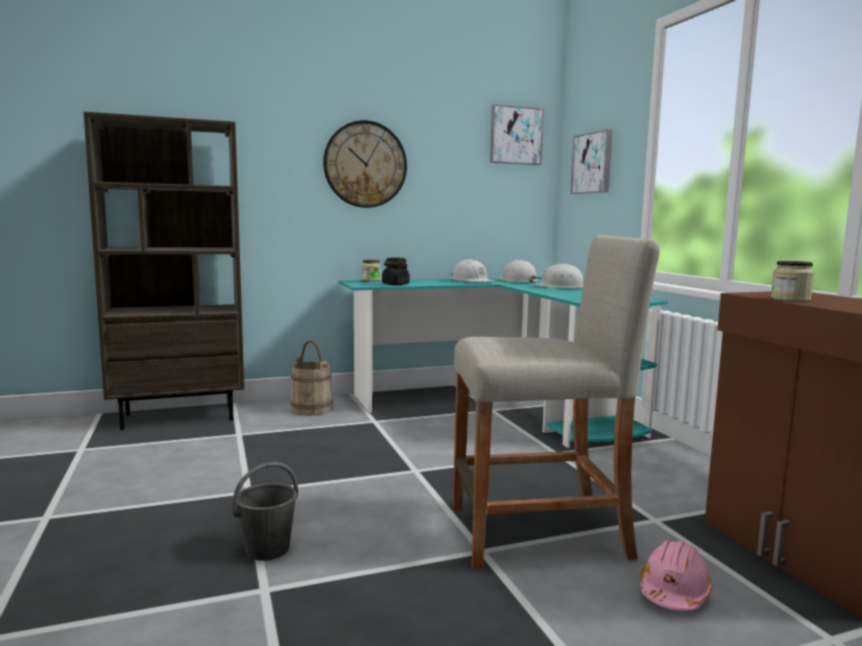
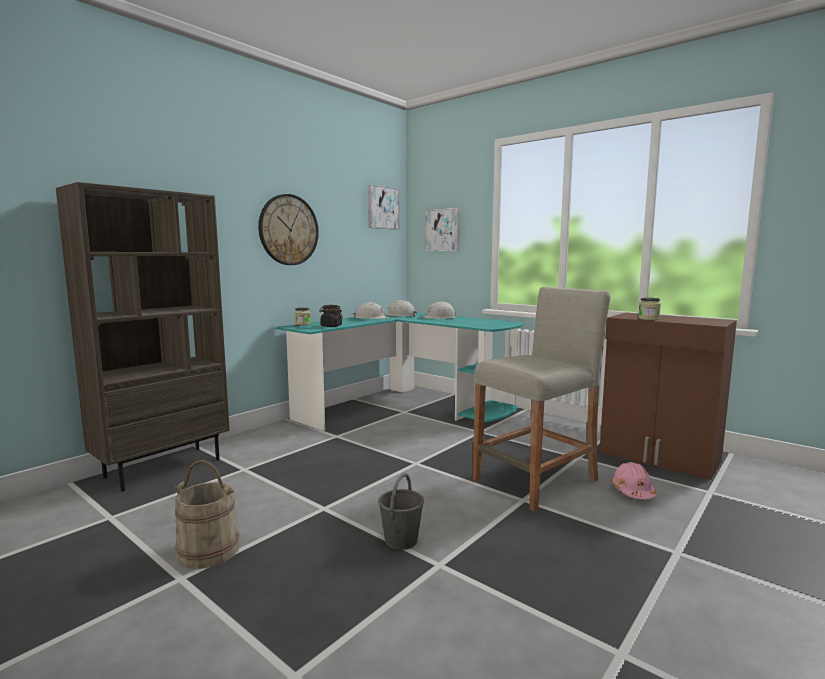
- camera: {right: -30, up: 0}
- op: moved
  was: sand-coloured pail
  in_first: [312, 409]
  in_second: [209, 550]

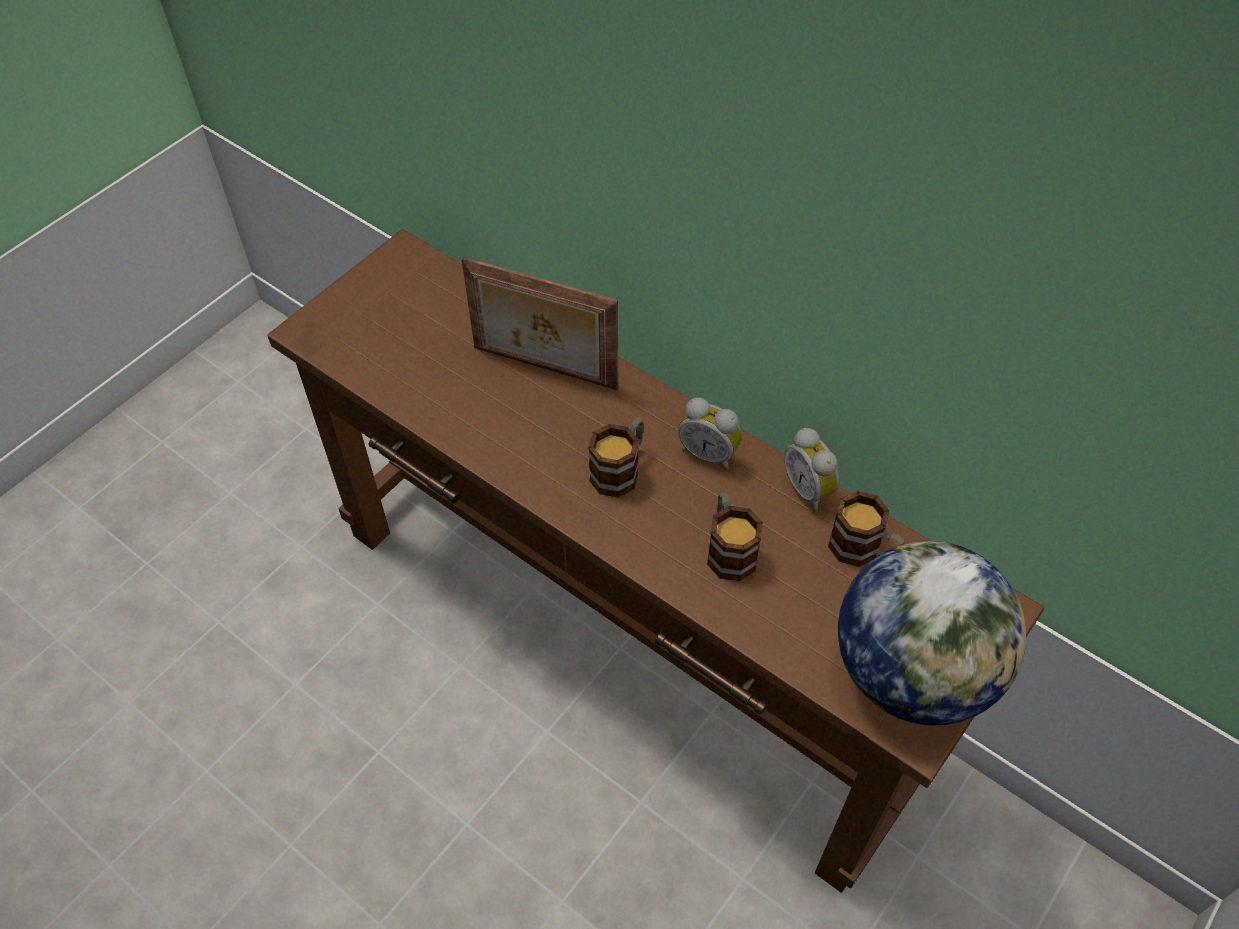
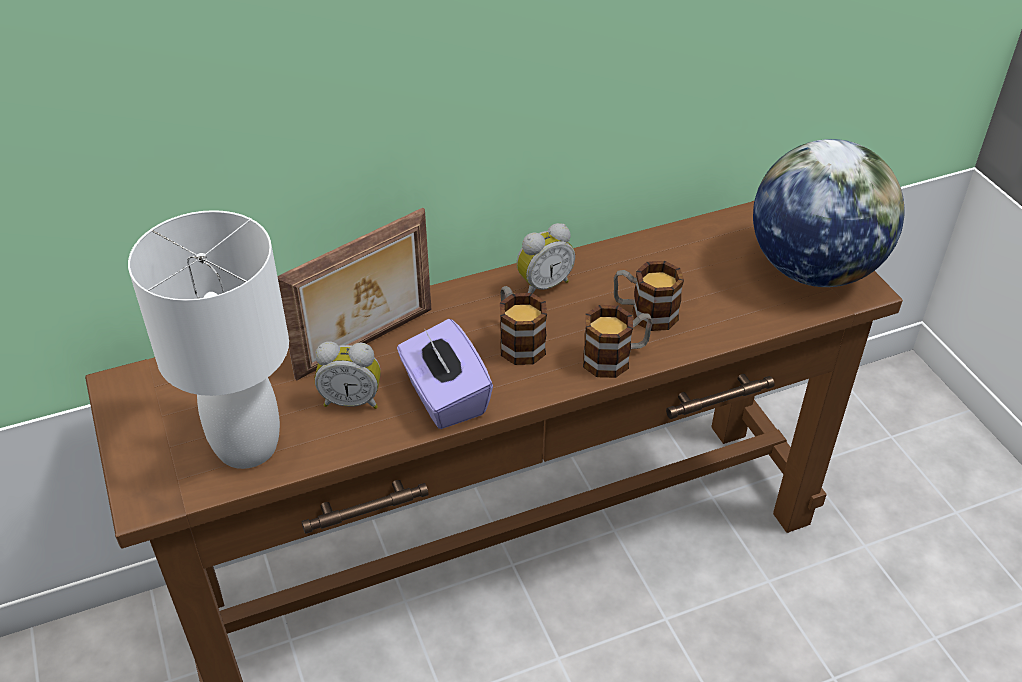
- camera: {right: -60, up: -10}
- op: added
  now: white-coloured lamp for a table
  in_second: [246, 446]
- op: moved
  was: table clock
  in_first: [810, 489]
  in_second: [352, 400]
- op: added
  now: purple-coloured tissue box
  in_second: [444, 397]
- op: moved
  was: coffee mug
  in_first: [863, 551]
  in_second: [616, 358]

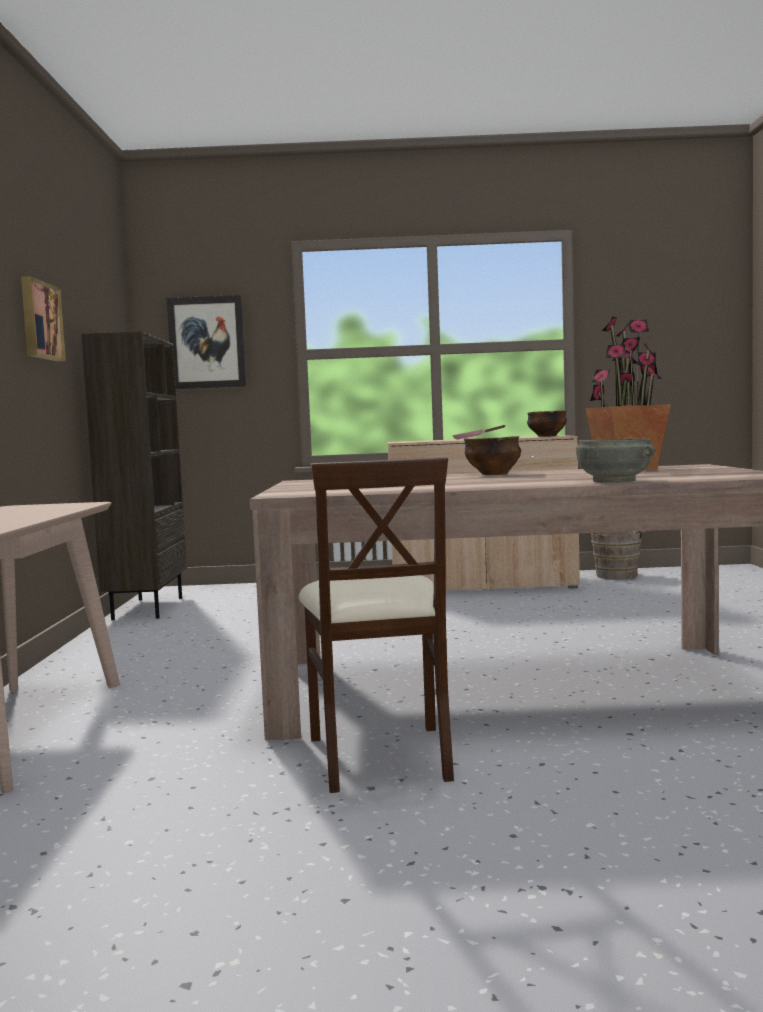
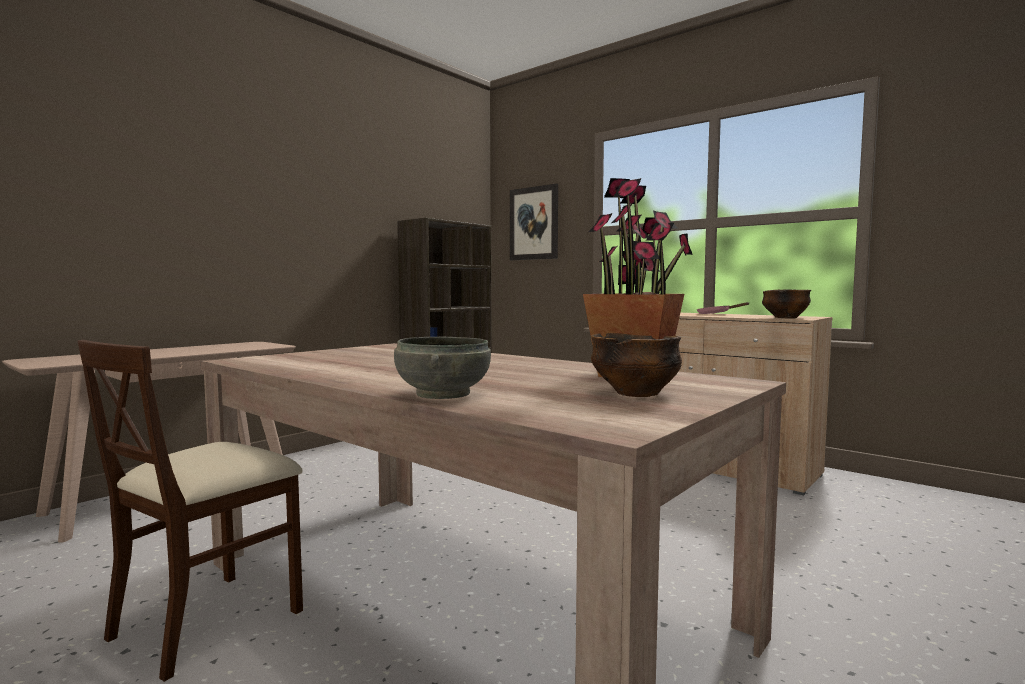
- camera: {right: 40, up: 0}
- op: moved
  was: serving bowl
  in_first: [493, 474]
  in_second: [636, 393]
- op: removed
  was: wall art
  in_first: [39, 321]
- op: removed
  was: brownish pail
  in_first: [617, 575]

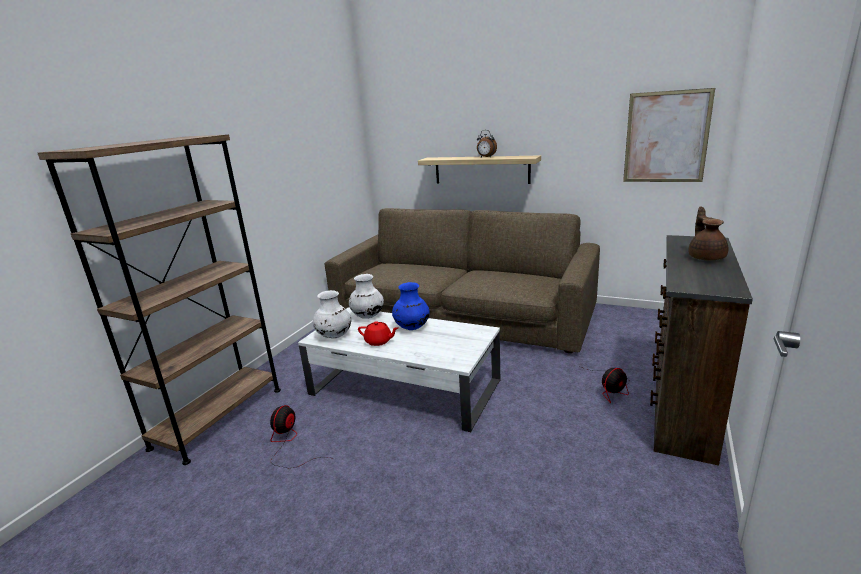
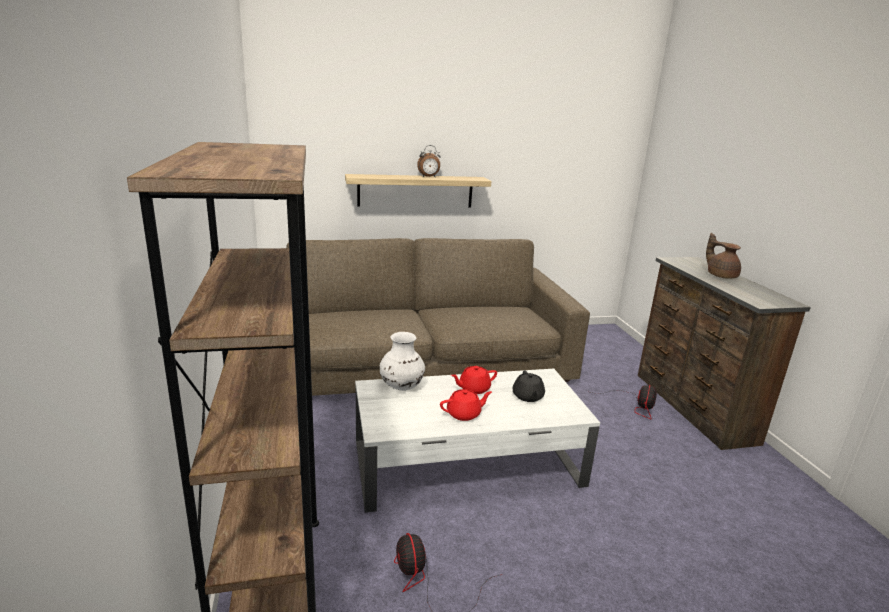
- camera: {right: -40, up: 0}
- op: replaced
  was: bluish vase
  now: red-coloured teapot
  in_first: [412, 327]
  in_second: [473, 388]
- op: added
  now: black-coloured teapot
  in_second: [527, 397]
- op: removed
  was: white-coloured vase
  in_first: [334, 336]
- op: removed
  was: wall art
  in_first: [666, 137]

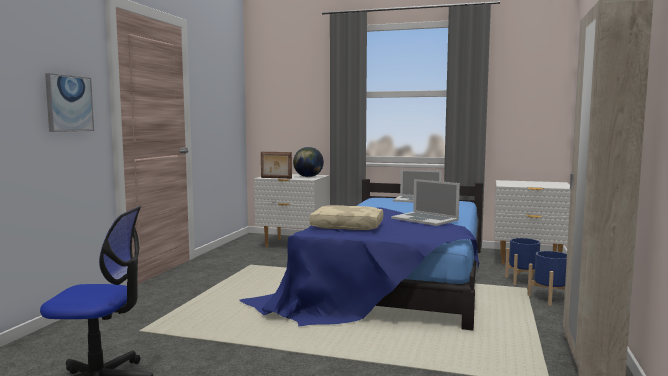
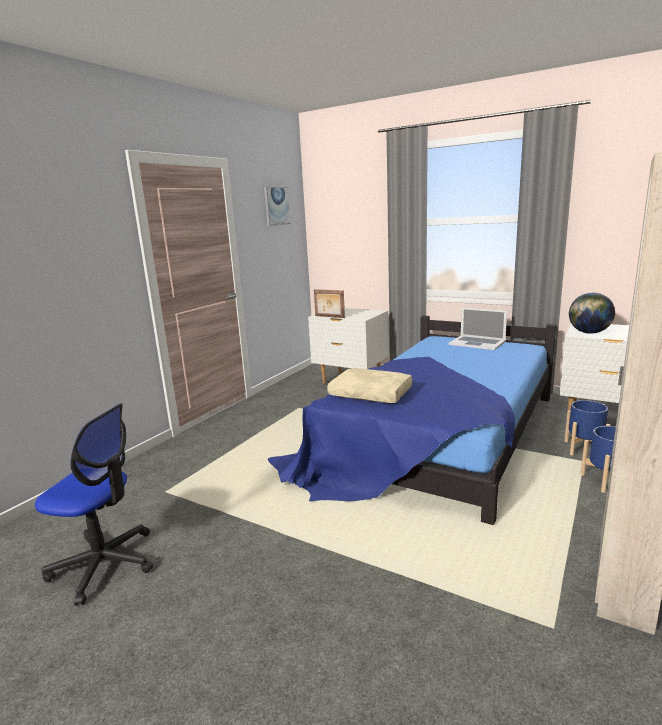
- camera: {right: 15, up: 10}
- op: moved
  was: wall art
  in_first: [69, 103]
  in_second: [276, 206]
- op: moved
  was: globe
  in_first: [308, 177]
  in_second: [589, 333]
- op: removed
  was: laptop
  in_first: [425, 219]

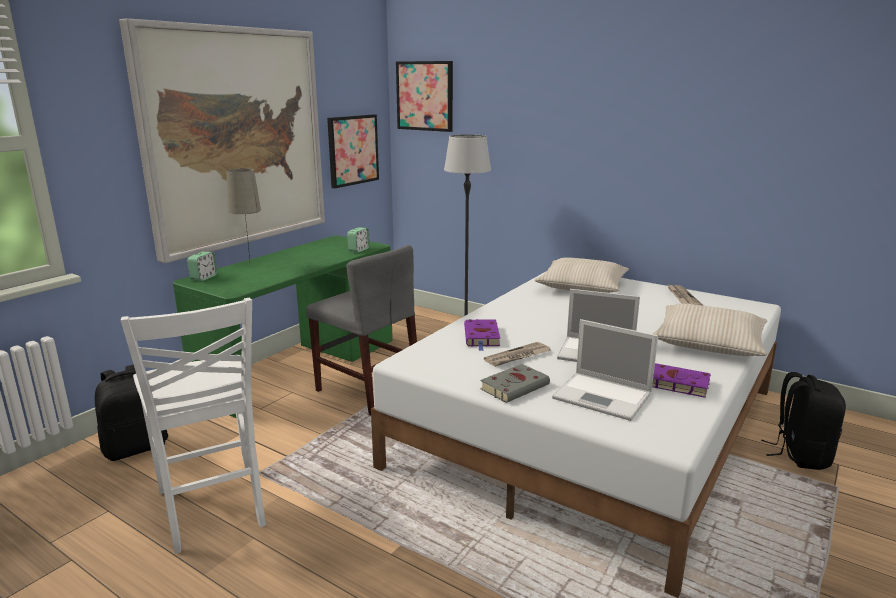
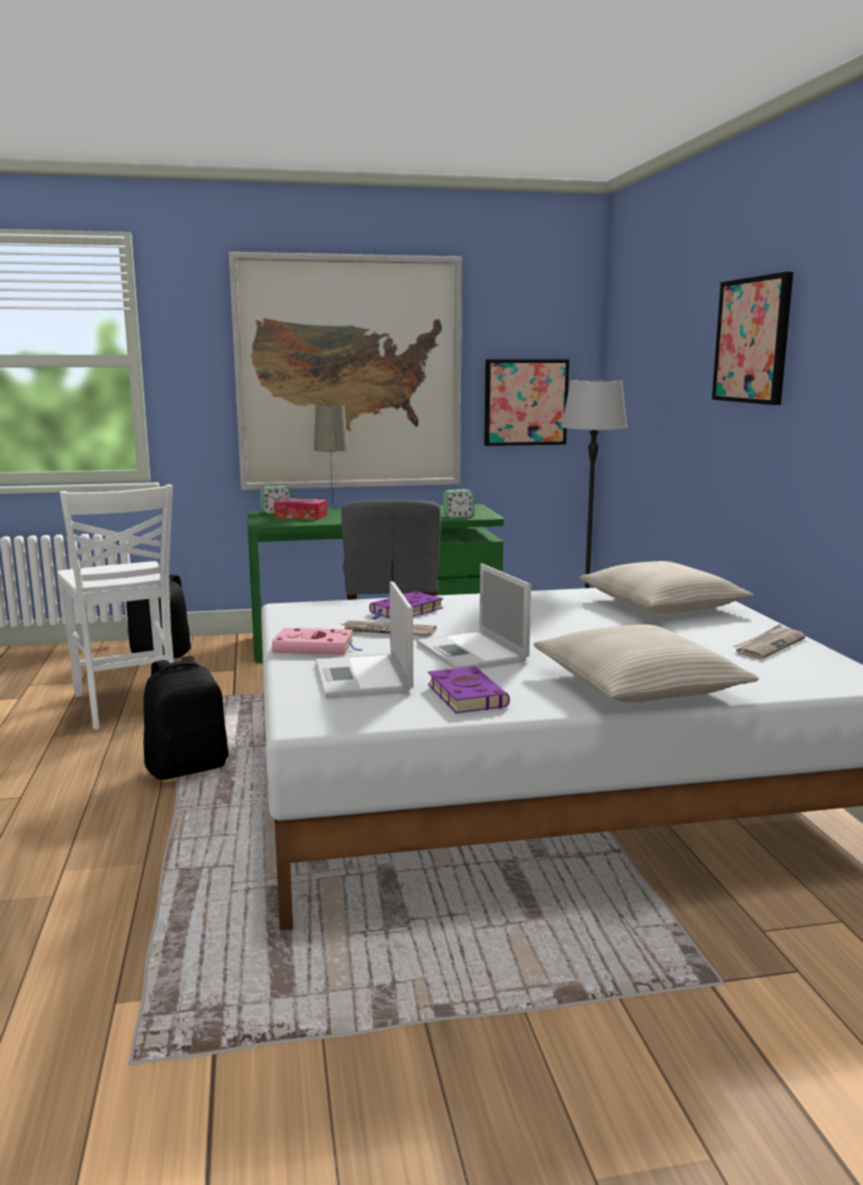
- camera: {right: 45, up: -5}
- op: turned
  was: white-coloured upright chair
  in_first: [213, 509]
  in_second: [127, 706]
  clockwise: -45
- op: moved
  was: black-coloured knapsack
  in_first: [800, 455]
  in_second: [188, 767]
- op: recoloured
  was: grey volume
  now: pink volume
  in_first: [516, 386]
  in_second: [316, 647]
- op: added
  now: tissue box
  in_second: [301, 516]
- op: moved
  was: wall art
  in_first: [425, 96]
  in_second: [753, 340]

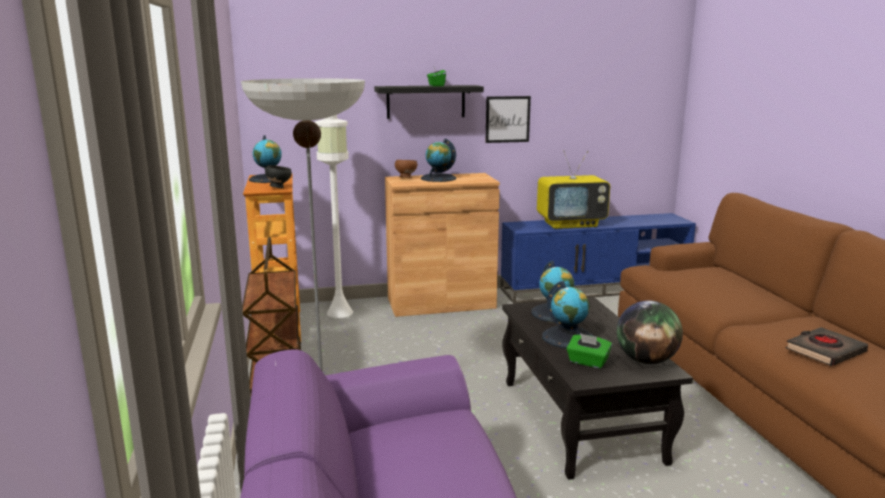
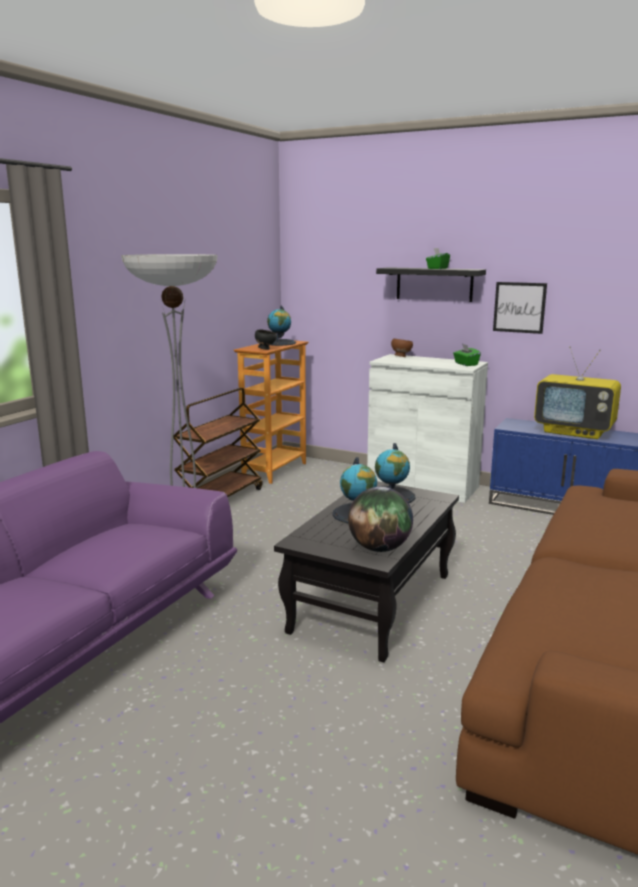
- camera: {right: 40, up: 0}
- op: recoloured
  was: brownish storage cabinet
  now: white-coloured storage cabinet
  in_first: [441, 303]
  in_second: [422, 486]
- op: moved
  was: green-coloured tissue box
  in_first: [587, 362]
  in_second: [465, 364]
- op: removed
  was: white-coloured standard lamp
  in_first: [339, 313]
- op: removed
  was: globe
  in_first: [438, 178]
- op: removed
  was: black-coloured volume
  in_first: [824, 351]

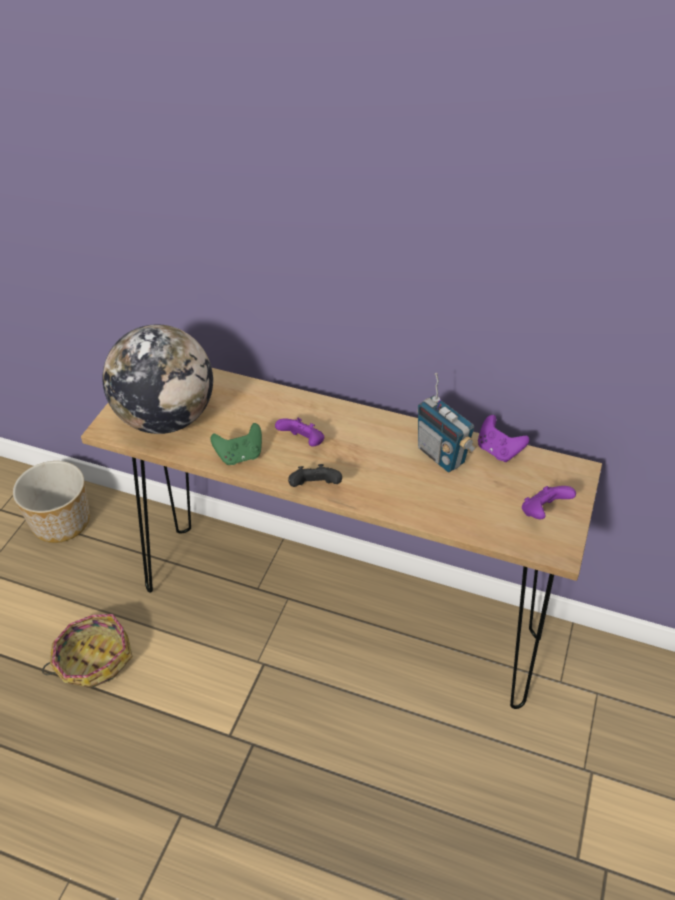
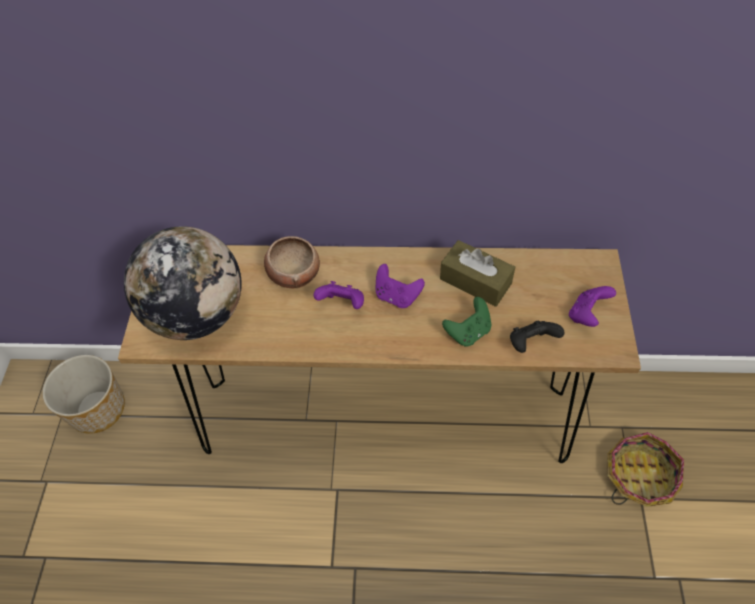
- camera: {right: -15, up: 10}
- op: added
  now: serving bowl
  in_second: [294, 272]
- op: moved
  was: purple-coloured joypad
  in_first: [498, 451]
  in_second: [397, 296]
- op: replaced
  was: radio receiver
  now: brownish tissue box
  in_first: [441, 455]
  in_second: [475, 281]
- op: moved
  was: green-coloured joypad
  in_first: [240, 456]
  in_second: [468, 332]
- op: moved
  was: black-coloured joypad
  in_first: [315, 488]
  in_second: [531, 343]
- op: moved
  was: storage basket
  in_first: [93, 659]
  in_second: [639, 476]

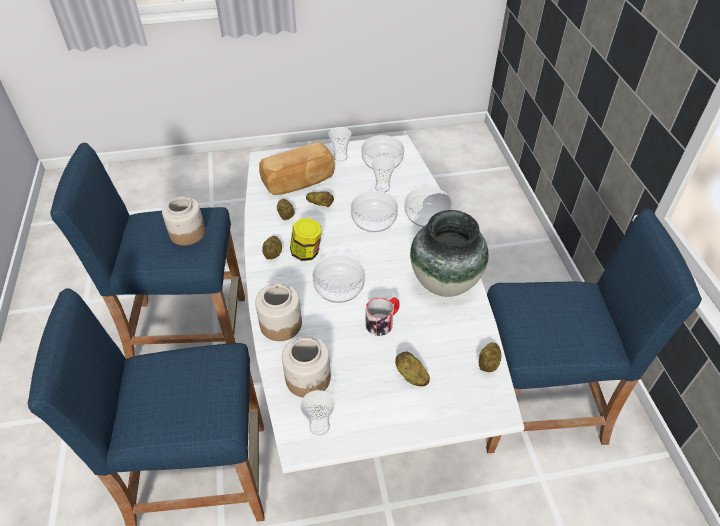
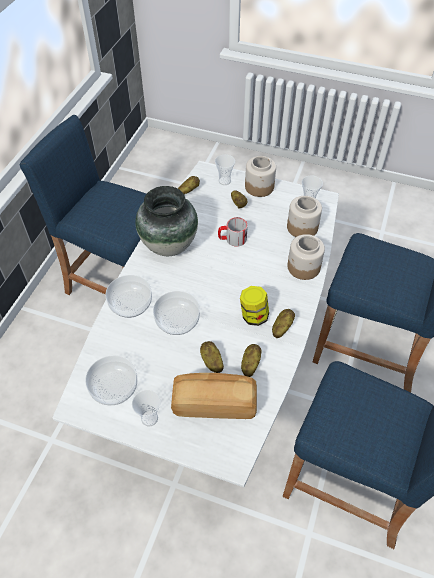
- camera: {right: -150, up: 5}
- op: moved
  was: small cup
  in_first: [382, 188]
  in_second: [224, 181]
- op: moved
  was: preserve jar
  in_first: [187, 233]
  in_second: [259, 187]
- op: removed
  was: serving bowl
  in_first: [339, 288]

